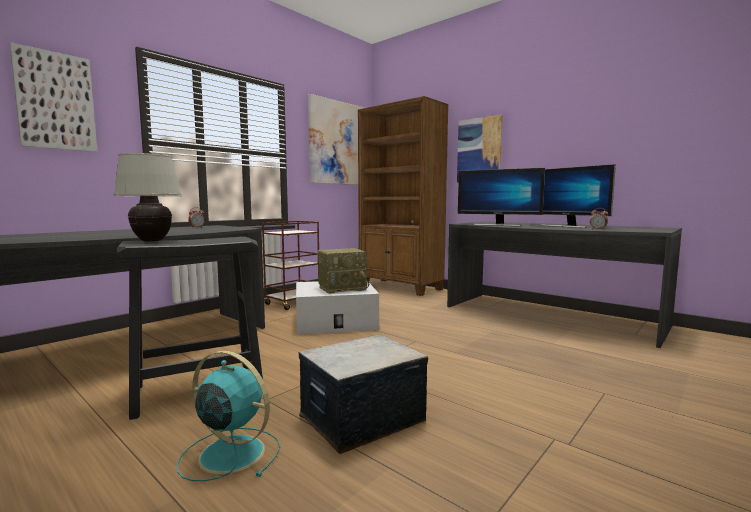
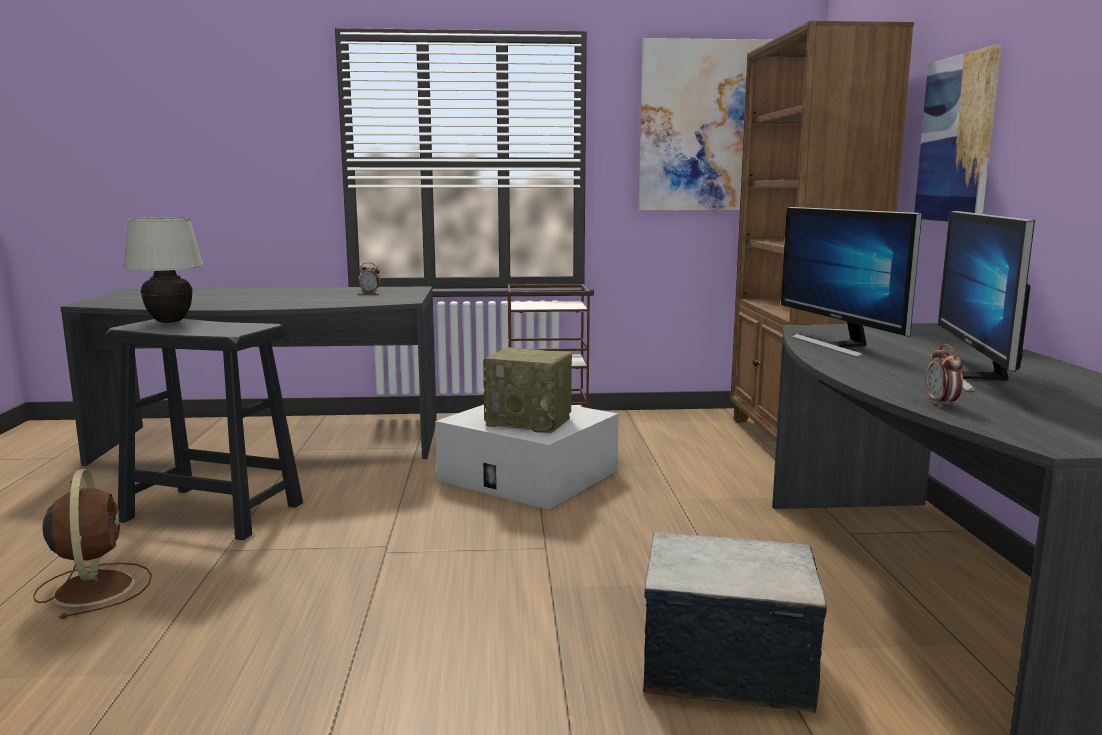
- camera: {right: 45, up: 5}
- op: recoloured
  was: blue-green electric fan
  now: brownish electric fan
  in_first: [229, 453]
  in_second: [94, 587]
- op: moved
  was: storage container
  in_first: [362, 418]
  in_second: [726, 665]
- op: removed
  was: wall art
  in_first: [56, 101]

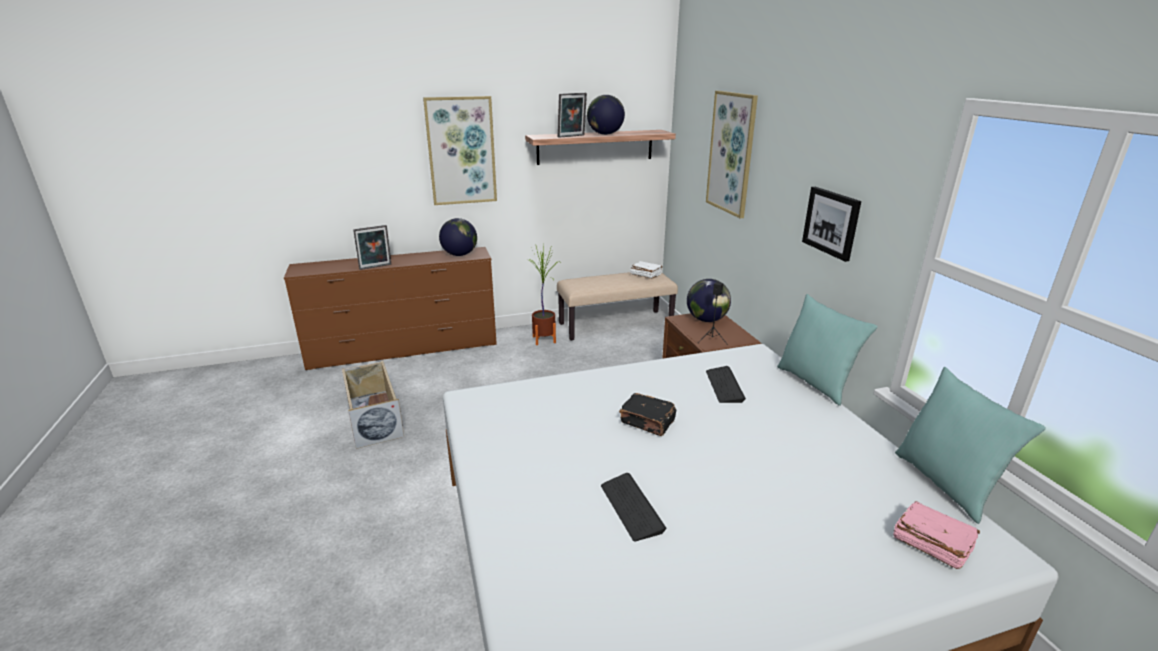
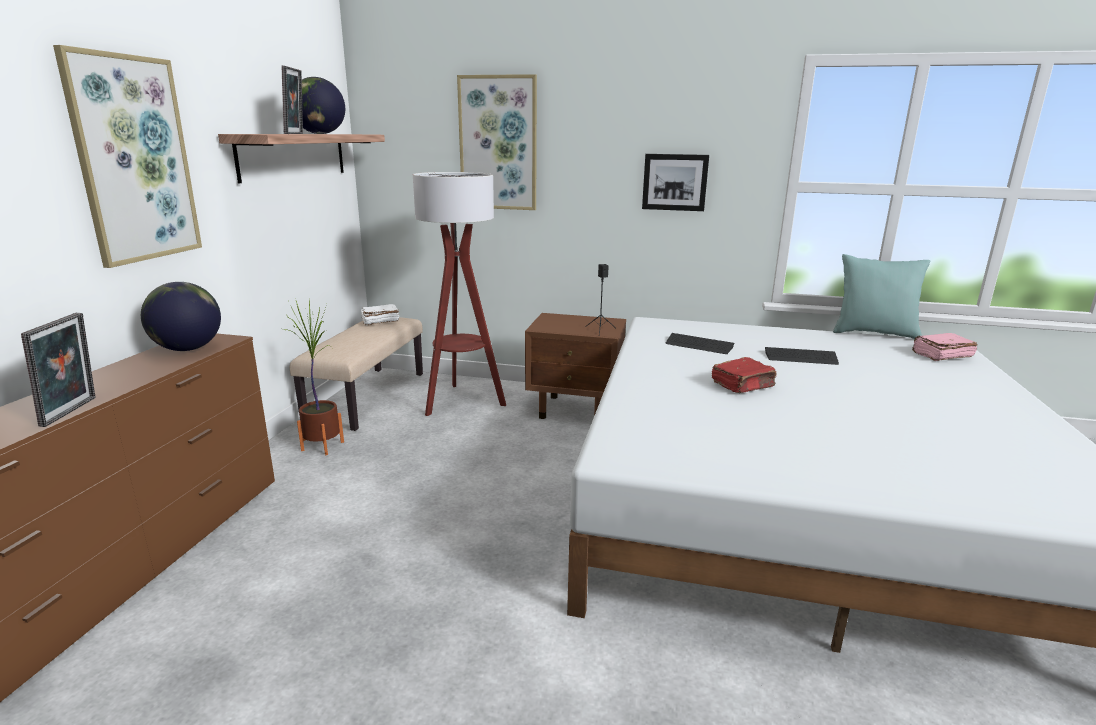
- camera: {right: -60, up: -5}
- op: added
  now: standard lamp
  in_second: [462, 401]
- op: recoloured
  was: black-coloured volume
  now: red-coloured volume
  in_first: [648, 422]
  in_second: [743, 385]
- op: moved
  was: computer keyboard
  in_first: [631, 507]
  in_second: [800, 357]
- op: removed
  was: sand-coloured storage container
  in_first: [373, 418]
- op: removed
  was: globe
  in_first: [707, 320]
- op: removed
  was: blue-green cushion
  in_first: [815, 383]

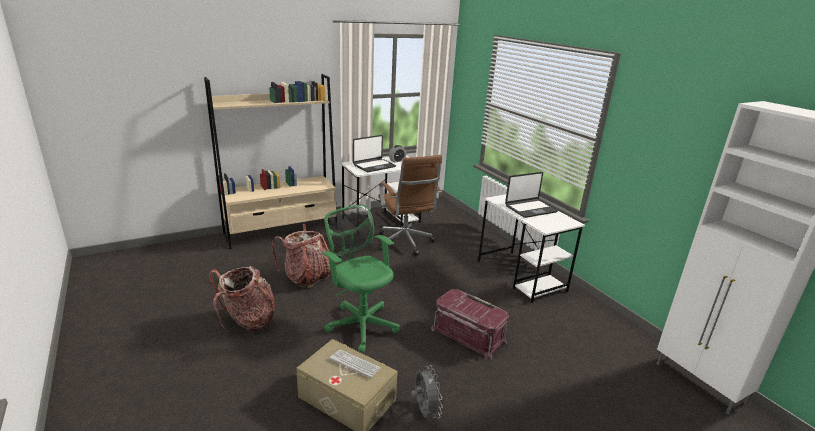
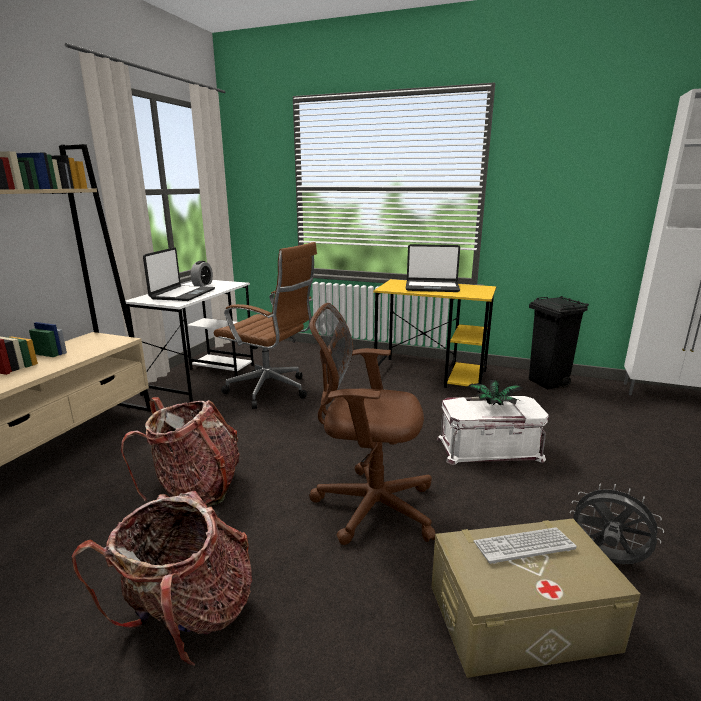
- camera: {right: -40, up: -5}
- op: recoloured
  was: green-coloured desk chair
  now: brownish desk chair
  in_first: [360, 324]
  in_second: [369, 505]
- op: recoloured
  was: white-coloured desk
  now: yellowish desk
  in_first: [521, 276]
  in_second: [431, 374]
- op: turned
  was: laptop
  in_first: [530, 209]
  in_second: [432, 287]
  clockwise: 75
- op: recoloured
  was: red-coloured storage container
  now: white-coloured storage container
  in_first: [468, 335]
  in_second: [489, 449]
- op: added
  now: houseplant
  in_second: [493, 406]
- op: added
  now: black-coloured trash can
  in_second: [548, 383]

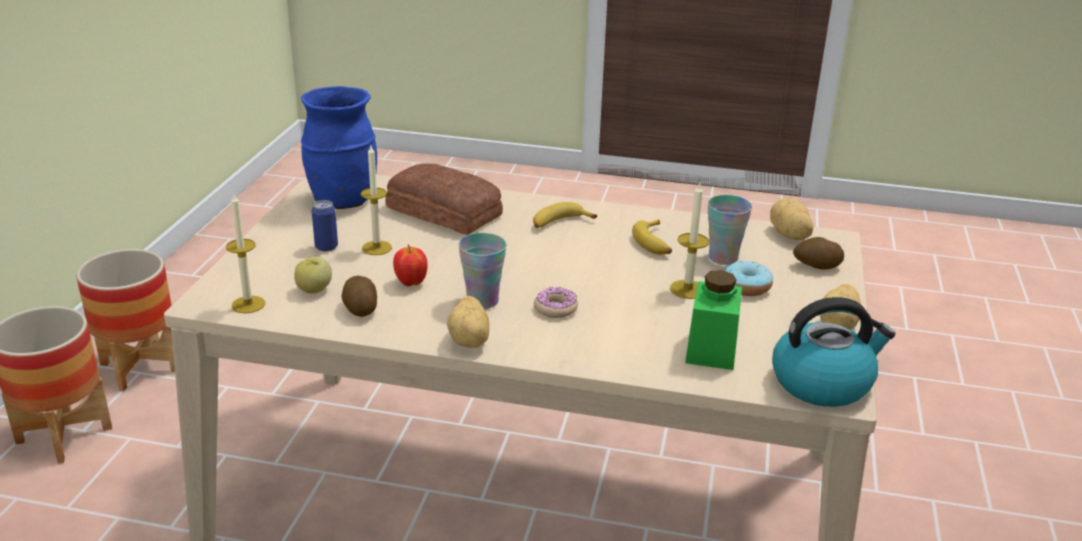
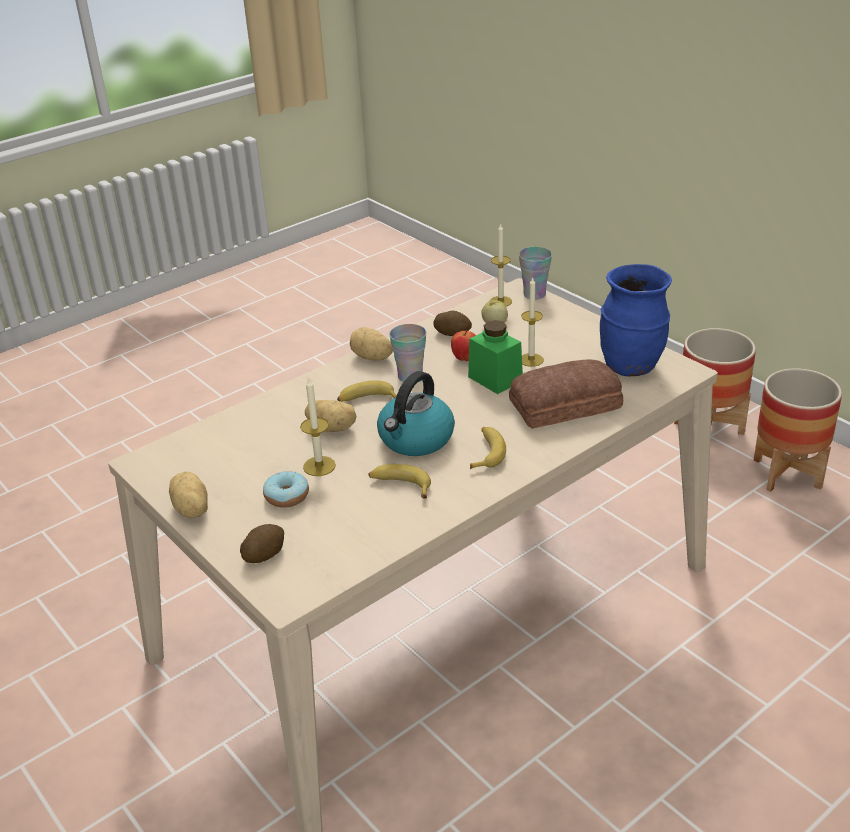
- camera: {right: 130, up: 5}
- op: moved
  was: whole potato
  in_first: [789, 235]
  in_second: [332, 428]
- op: replaced
  was: ring doughnut
  now: whole banana
  in_first: [555, 308]
  in_second: [367, 400]
- op: moved
  was: water kettle
  in_first: [823, 382]
  in_second: [416, 439]
- op: moved
  was: green-coloured preserve jar
  in_first: [711, 350]
  in_second: [495, 379]
- op: moved
  was: small cup
  in_first: [723, 258]
  in_second: [534, 294]
- op: removed
  was: sealed can
  in_first: [326, 247]

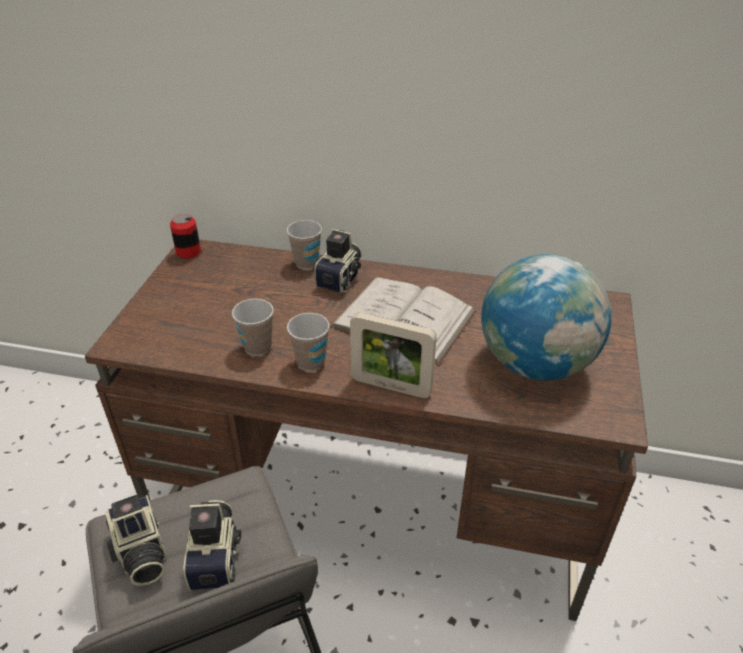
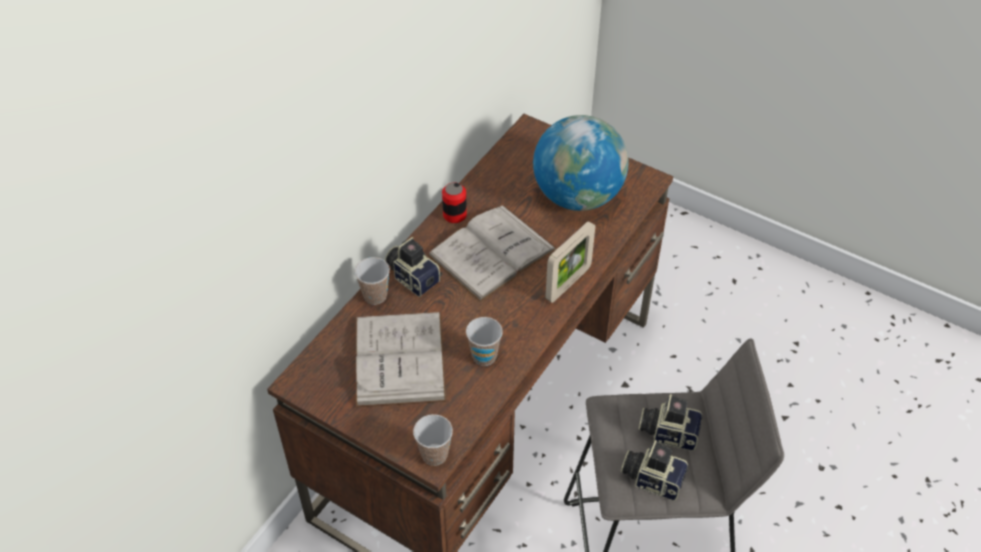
- camera: {right: -70, up: 10}
- op: added
  now: white-coloured volume
  in_second: [399, 358]
- op: moved
  was: small cup
  in_first: [310, 362]
  in_second: [434, 454]
- op: moved
  was: sealed can
  in_first: [188, 252]
  in_second: [454, 215]
- op: turned
  was: photo camera
  in_first: [140, 553]
  in_second: [652, 478]
  clockwise: -150

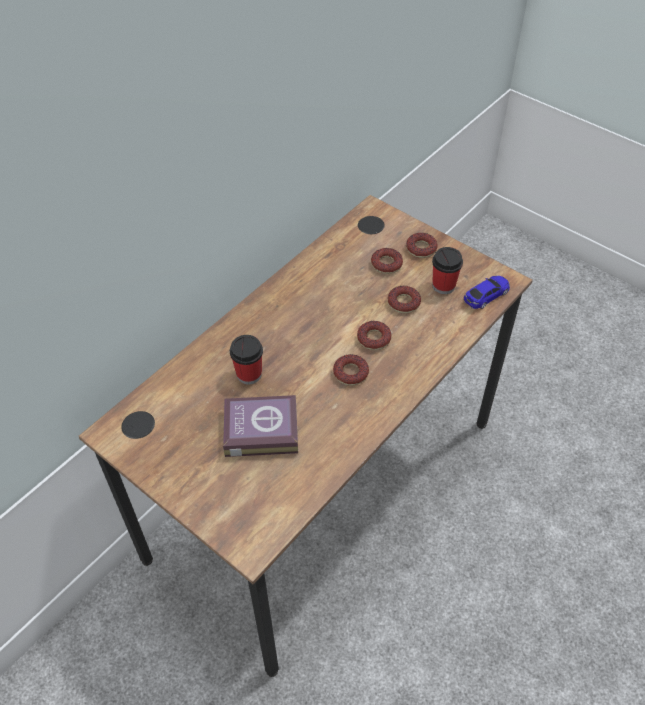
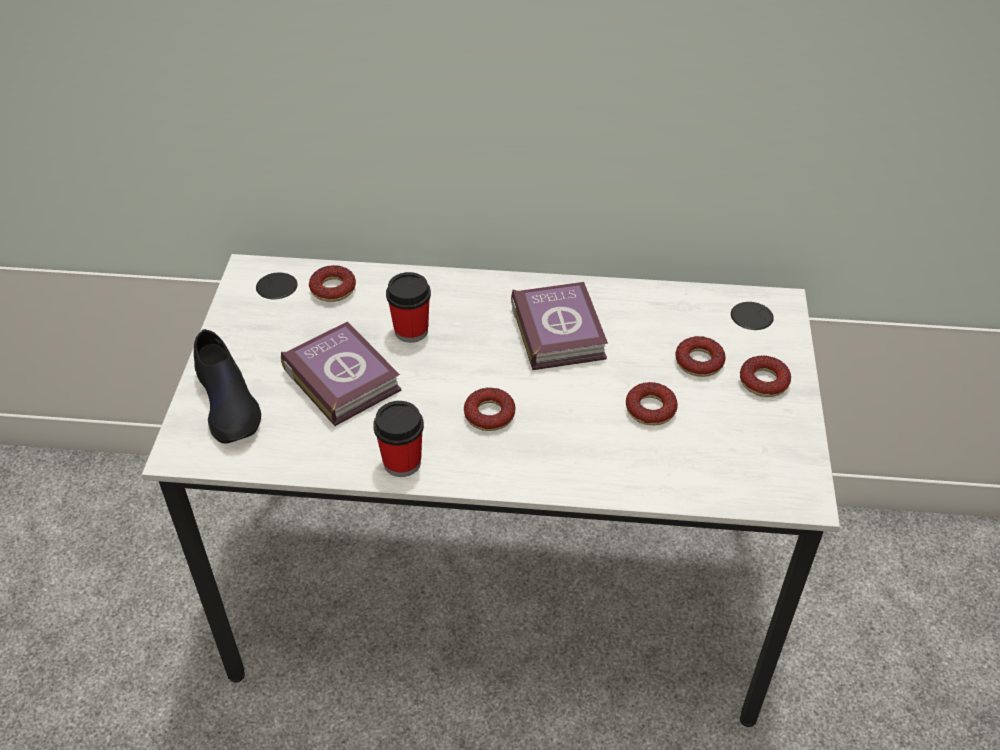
- camera: {right: 55, up: -5}
- op: recoloured
  was: brownish desk
  now: white-coloured desk
  in_first: [324, 488]
  in_second: [500, 592]
- op: added
  now: black-coloured shoe
  in_second: [228, 402]
- op: moved
  was: ring doughnut
  in_first: [373, 339]
  in_second: [333, 289]
- op: moved
  was: small cup
  in_first: [443, 286]
  in_second: [402, 462]
- op: added
  now: volume
  in_second: [559, 330]
- op: removed
  was: miniature car
  in_first: [486, 296]

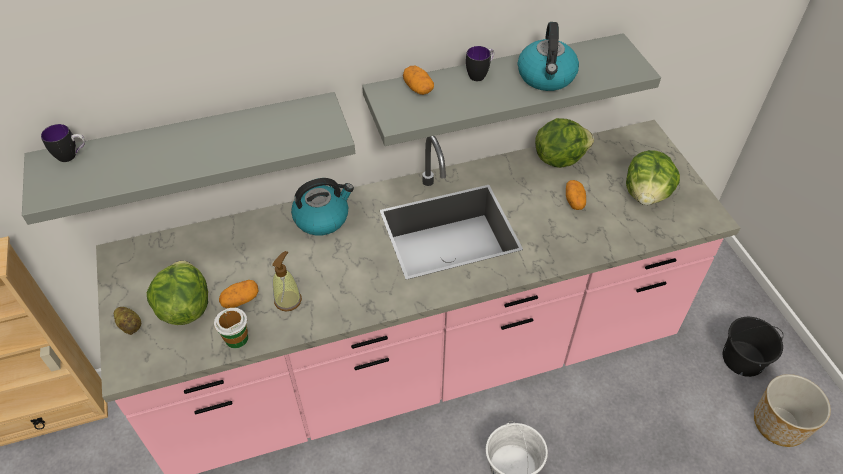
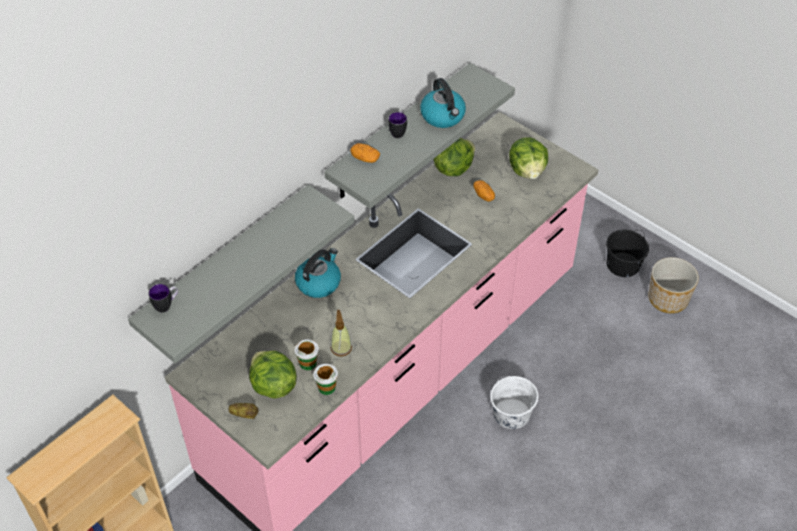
- camera: {right: -30, up: 0}
- op: replaced
  was: whole potato
  now: small cup
  in_first: [240, 300]
  in_second: [308, 363]

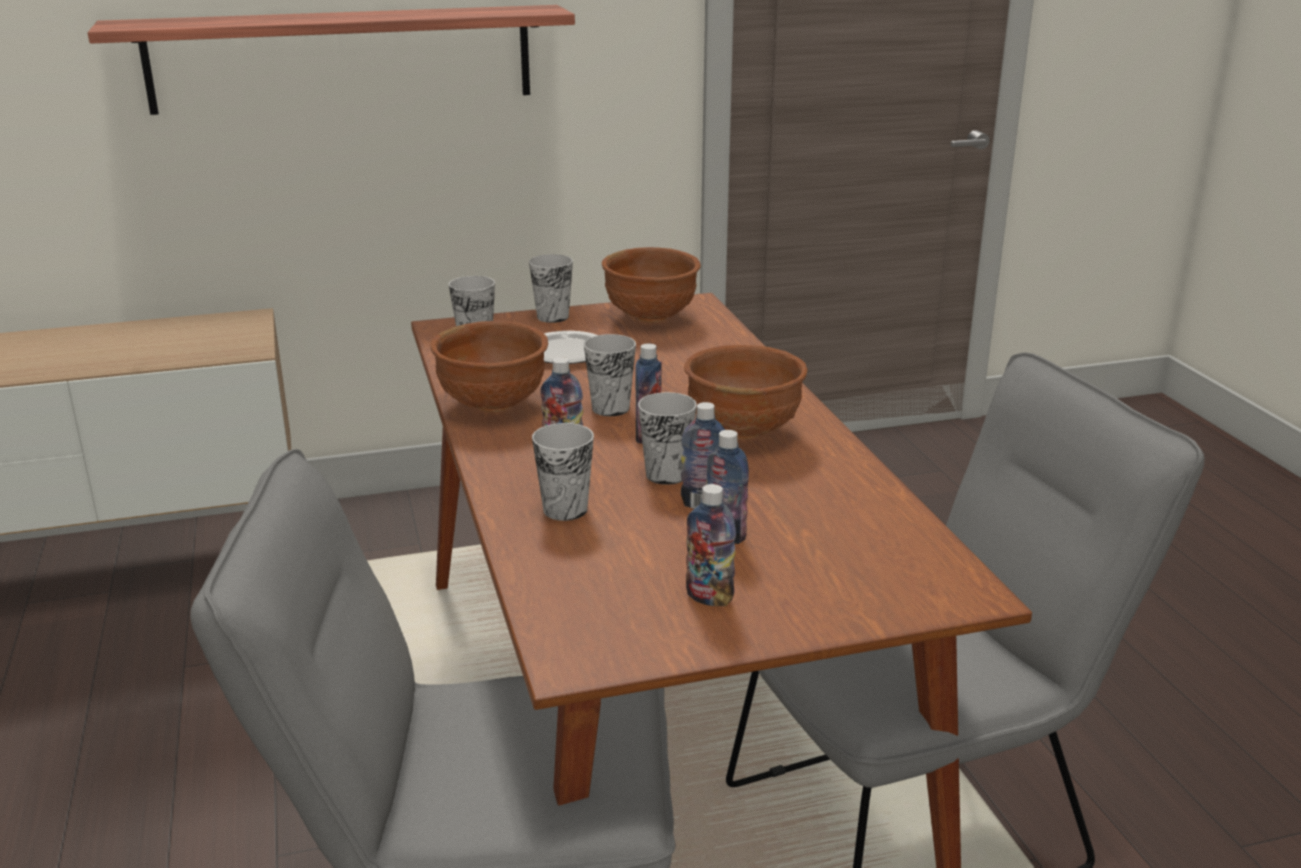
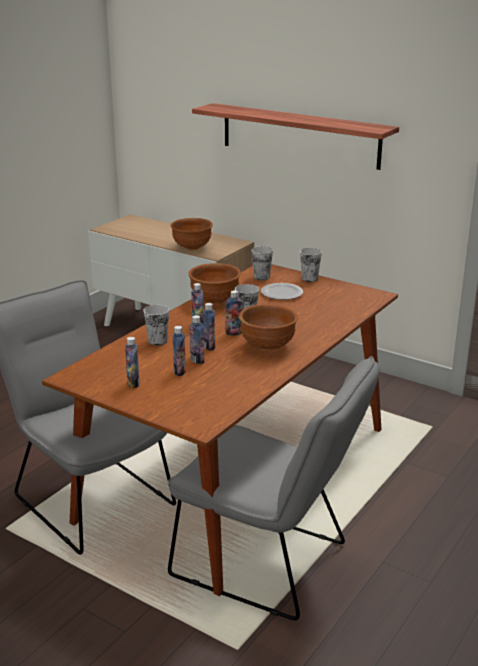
- camera: {right: 50, up: 0}
- op: moved
  was: brownish serving bowl
  in_first: [651, 318]
  in_second: [191, 248]
- op: replaced
  was: small cup
  now: bottle
  in_first: [666, 474]
  in_second: [209, 346]

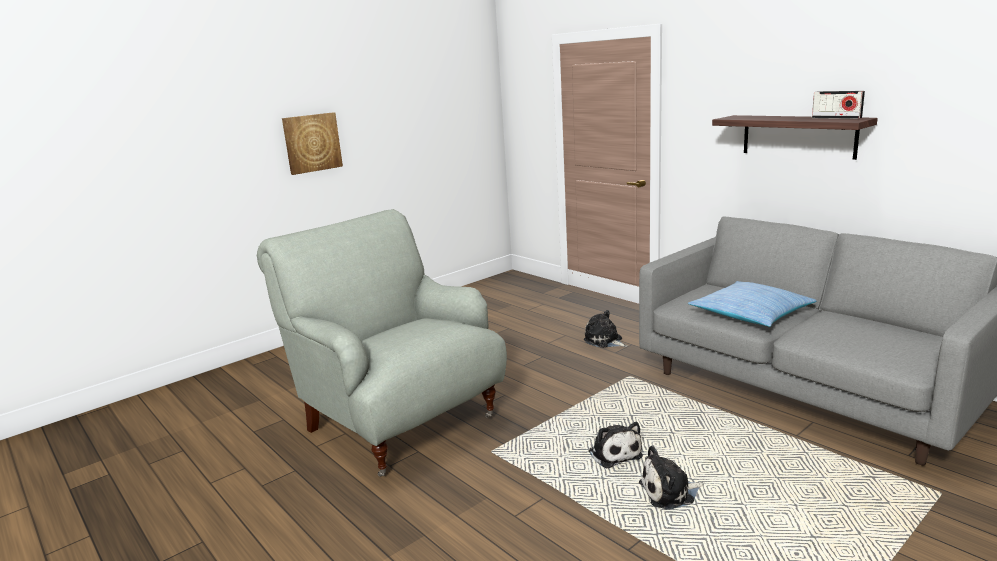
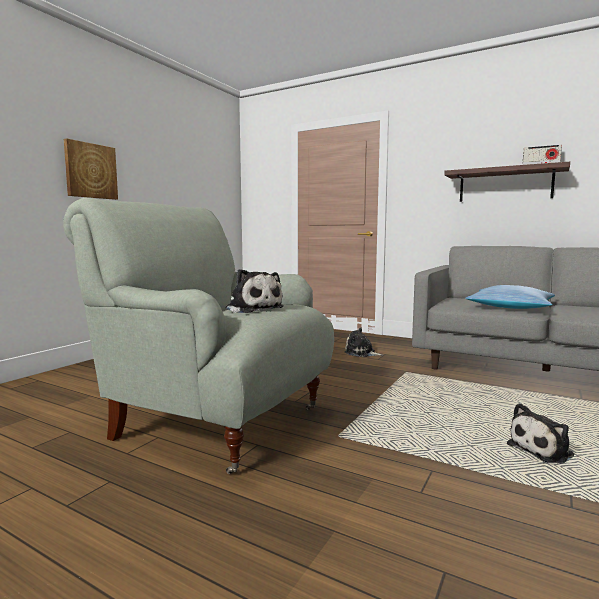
- camera: {right: -20, up: -10}
- op: moved
  was: soft toy
  in_first: [614, 453]
  in_second: [253, 309]

